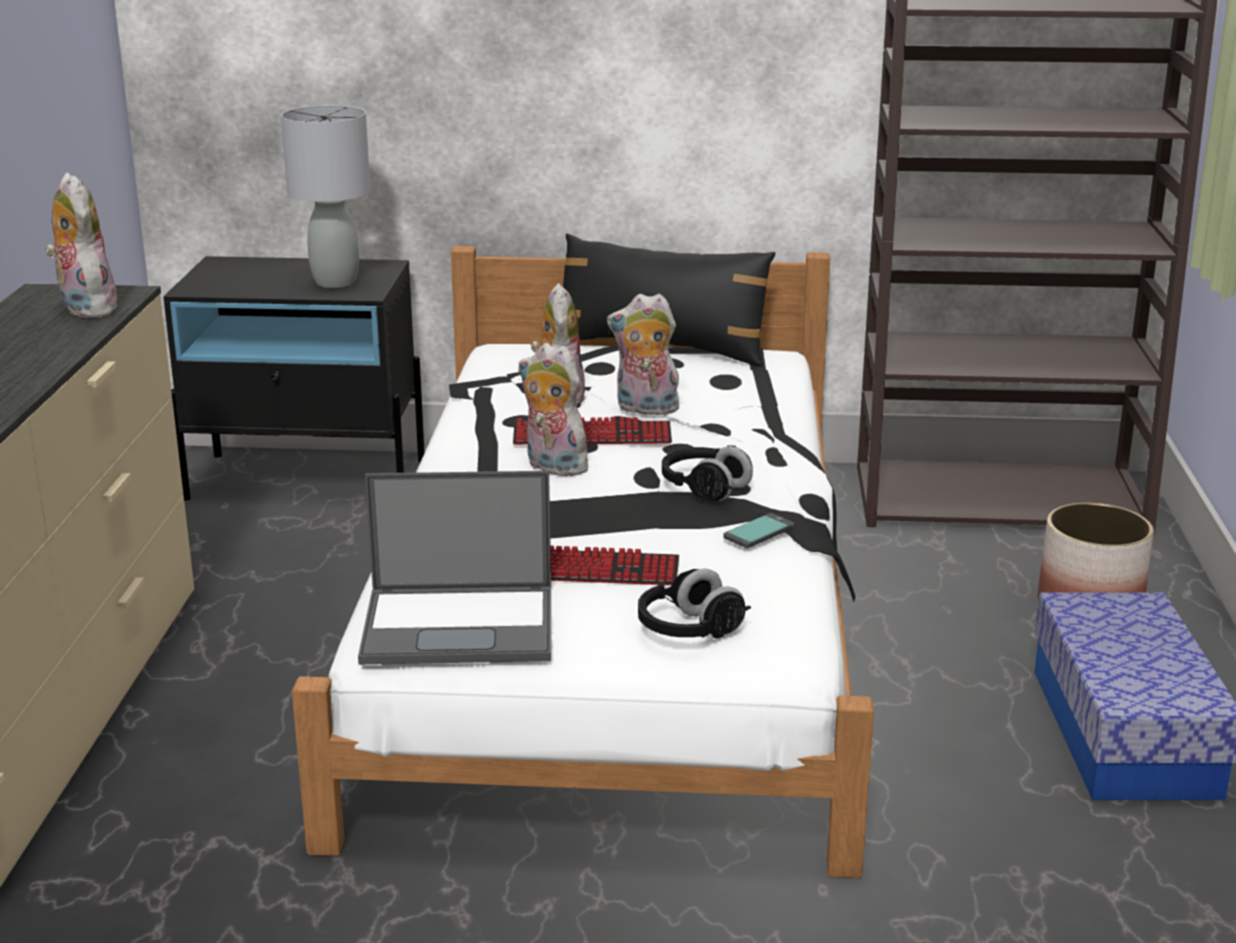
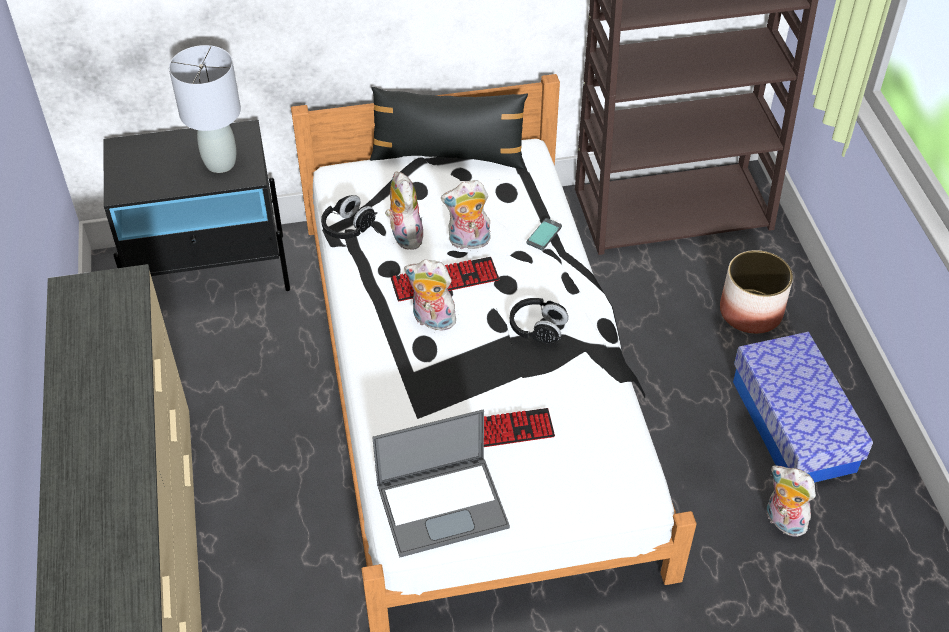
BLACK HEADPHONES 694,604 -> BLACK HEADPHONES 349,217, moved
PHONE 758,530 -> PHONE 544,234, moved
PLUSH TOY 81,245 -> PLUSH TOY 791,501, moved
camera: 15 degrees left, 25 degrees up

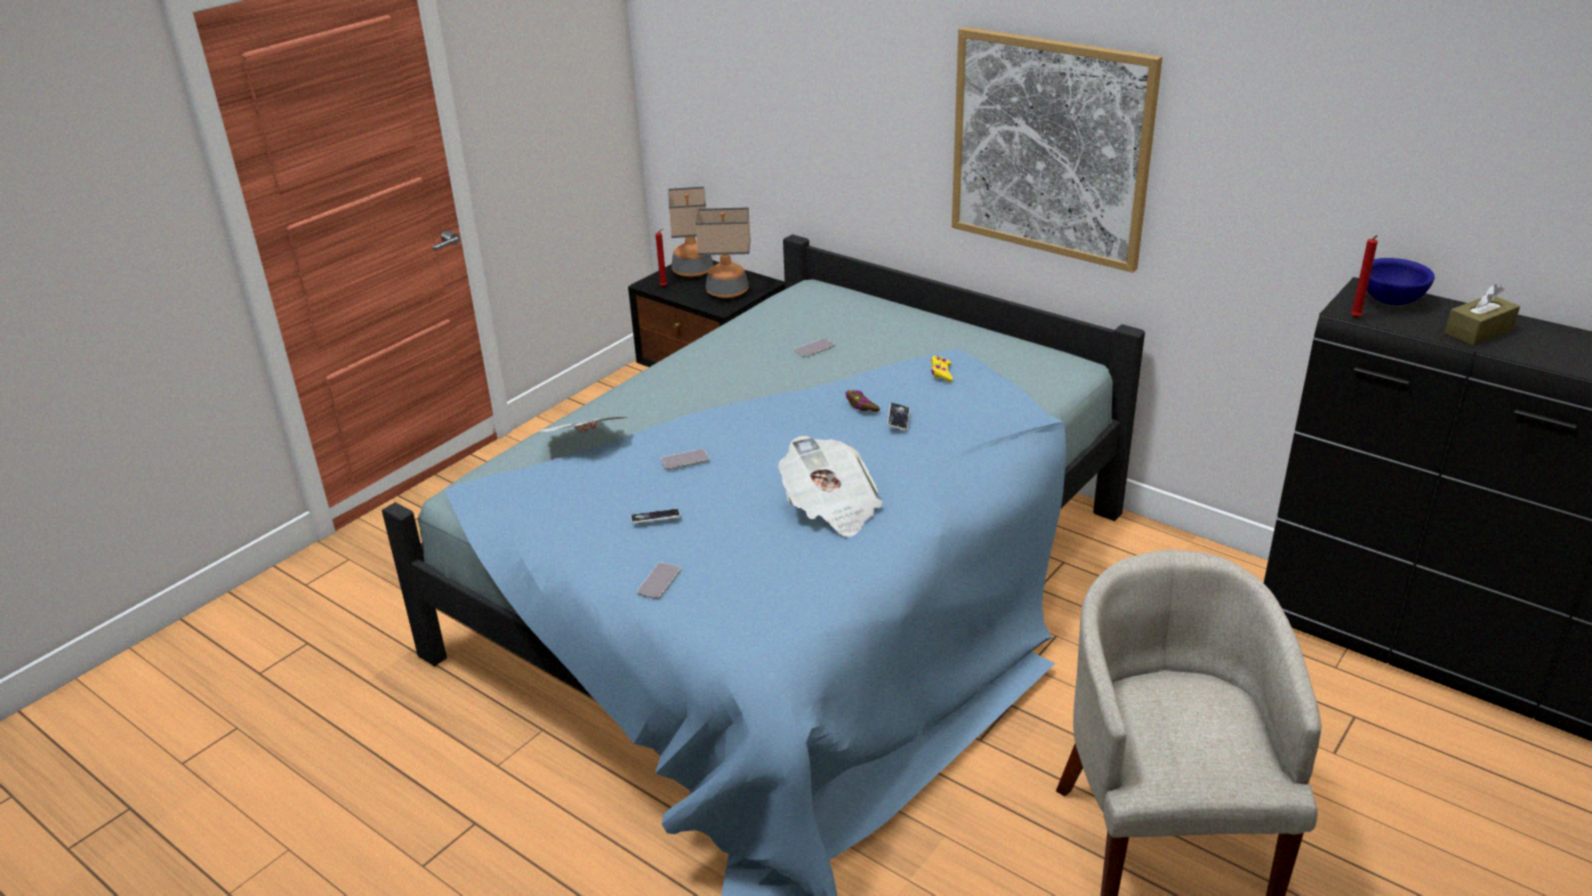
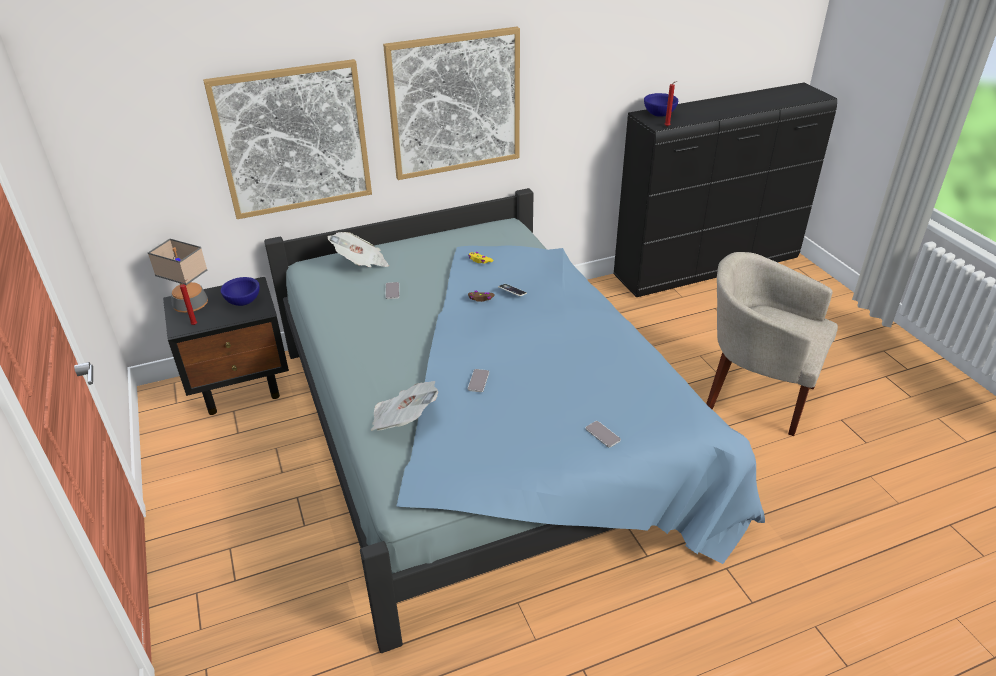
none -> PICTURE 287,139
TABLE LAMP 723,252 -> BLUE BOWL 240,291
NEWSPAPER 830,486 -> NEWSPAPER 358,249, moved
PHONE 655,516 -> none
BROWN TISSUE BOX 1482,315 -> none
camera: 60 degrees left, 5 degrees up

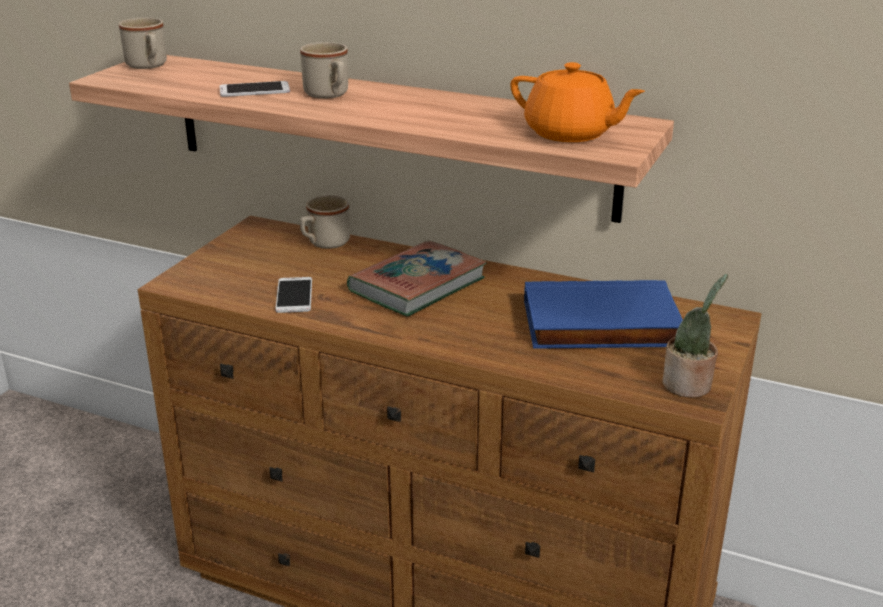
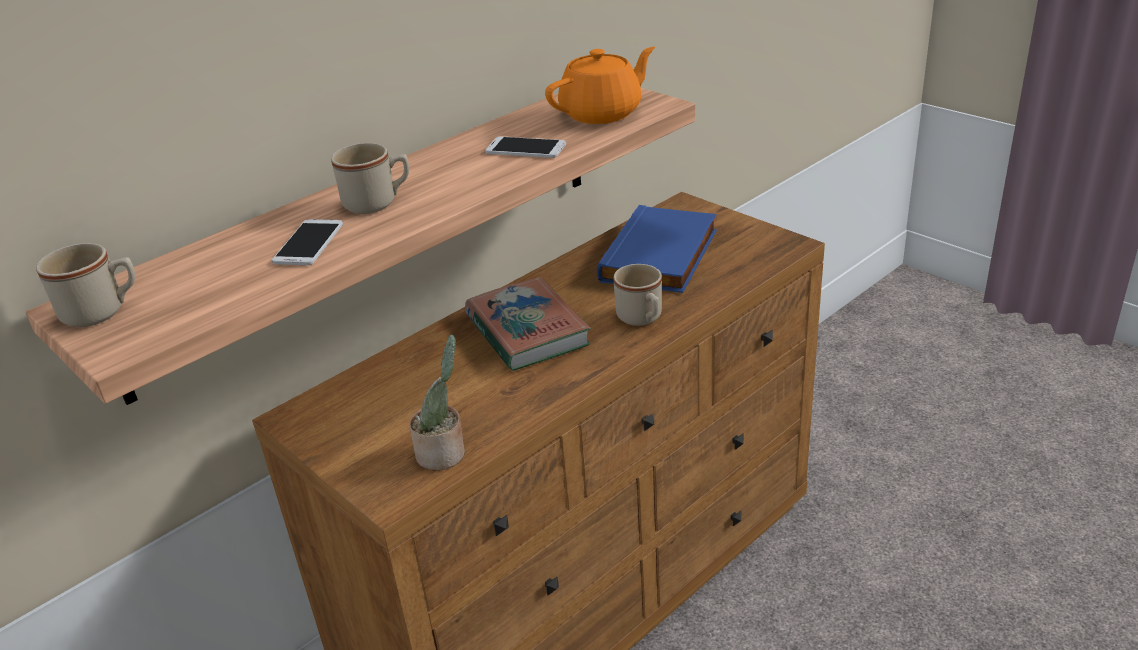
POTTED PLANT 695,335 -> POTTED PLANT 437,402, moved
PHONE 293,295 -> PHONE 525,147, moved
BEIGE MUG 325,222 -> BEIGE MUG 638,295, moved
camera: 65 degrees left, 5 degrees up

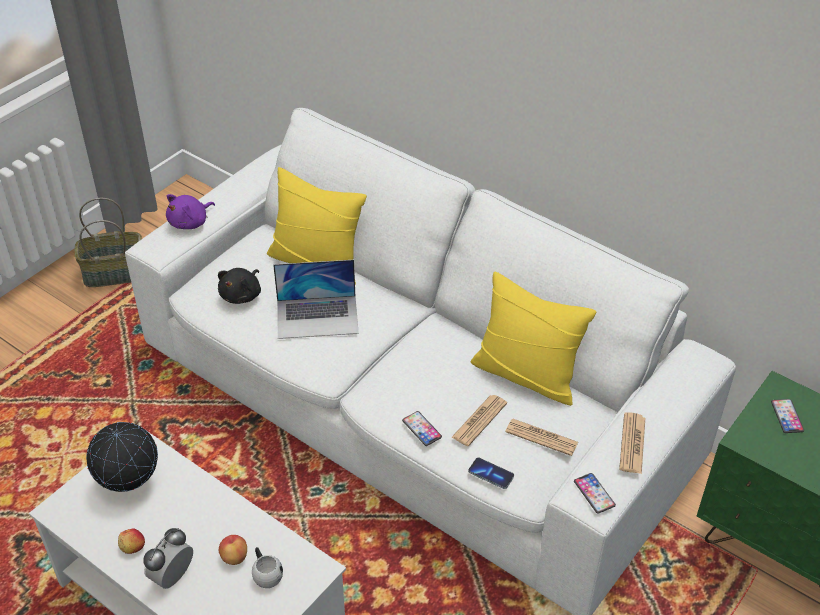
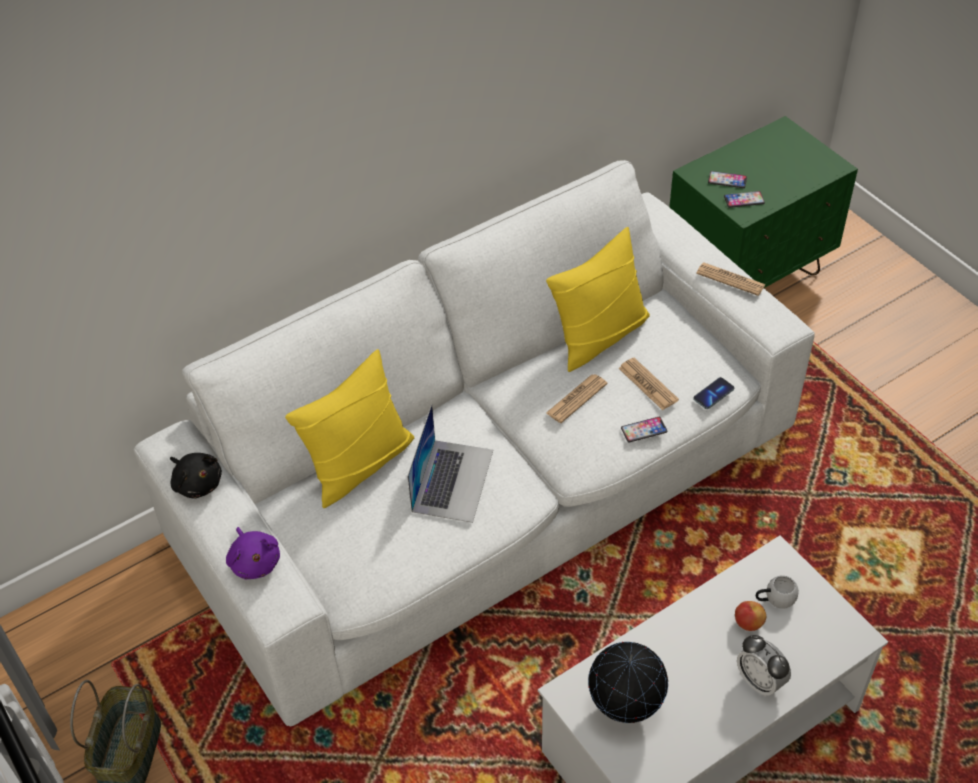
BLACK PLUSH TOY 239,286 -> BLACK PLUSH TOY 196,476, moved
NEWSPAPER 541,437 -> NEWSPAPER 576,398, moved
PHONE 595,493 -> PHONE 744,199, moved
APPLE 131,541 -> none
camera: 70 degrees left, 5 degrees up

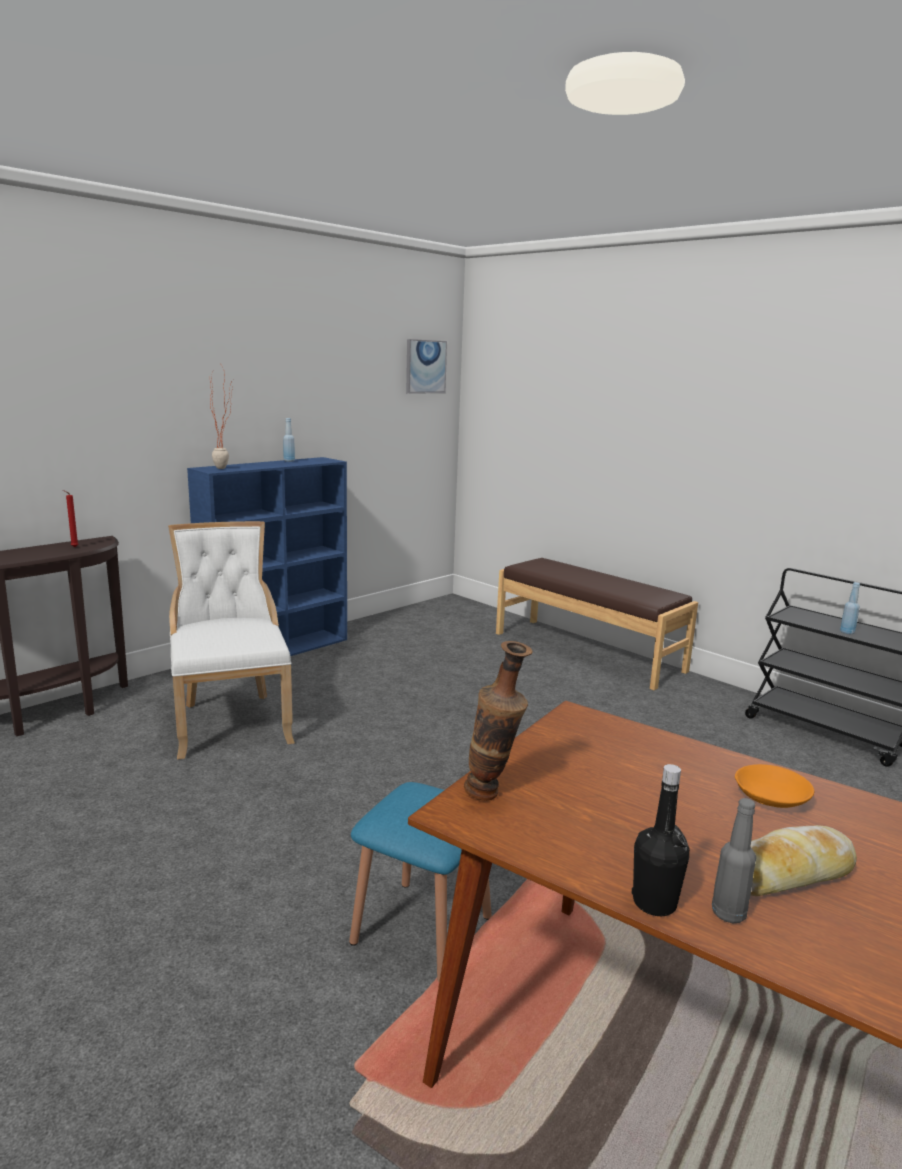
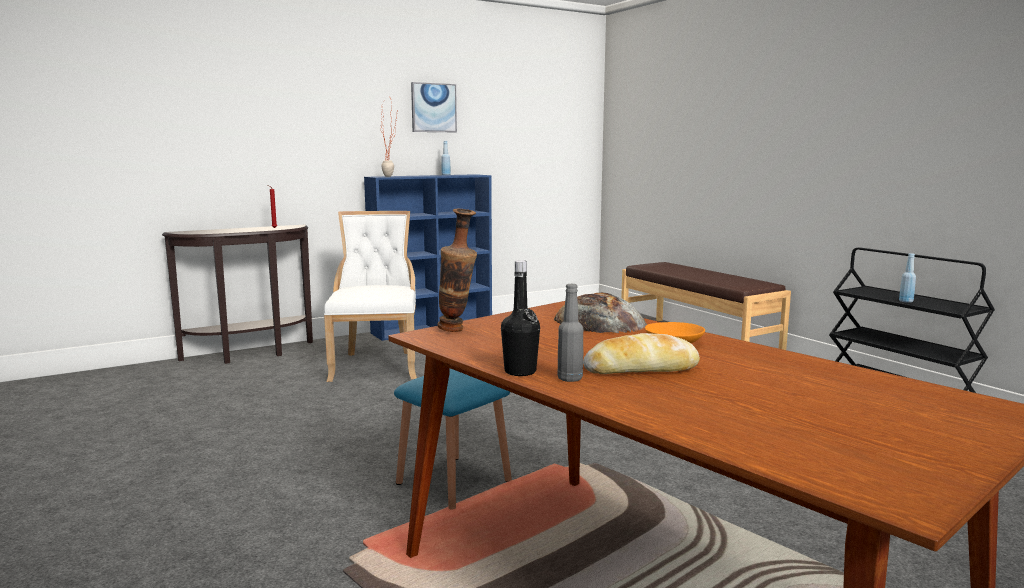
PICTURE 426,366 -> PICTURE 434,107, moved
none -> BREAD 600,312
camera: 15 degrees right, 5 degrees down

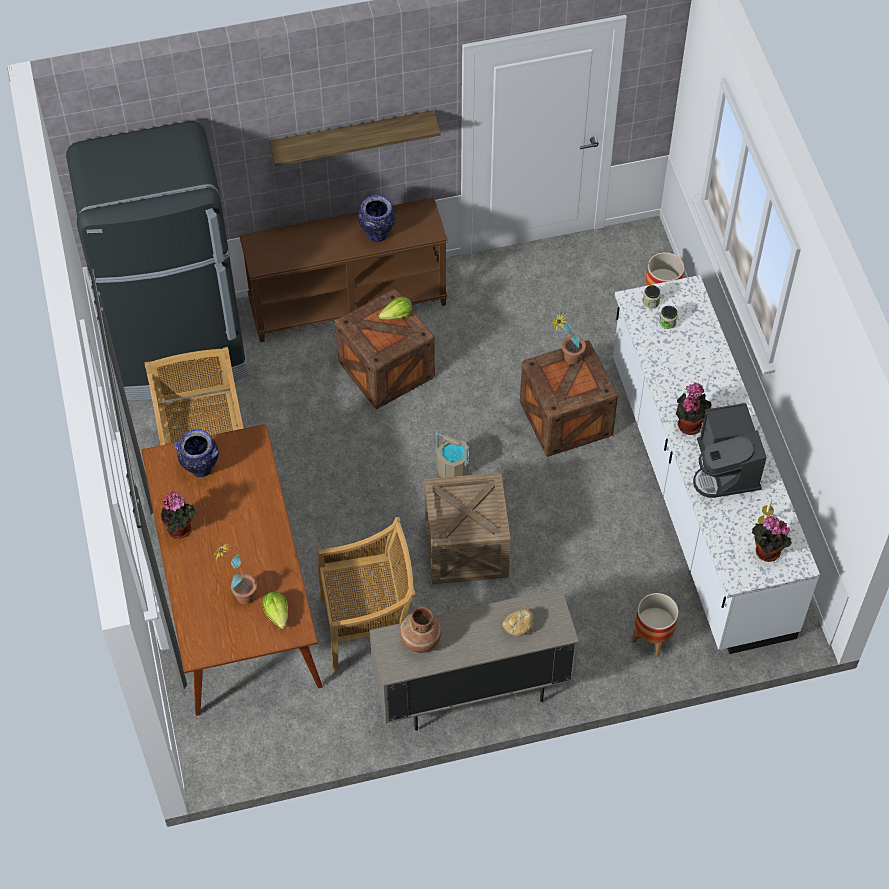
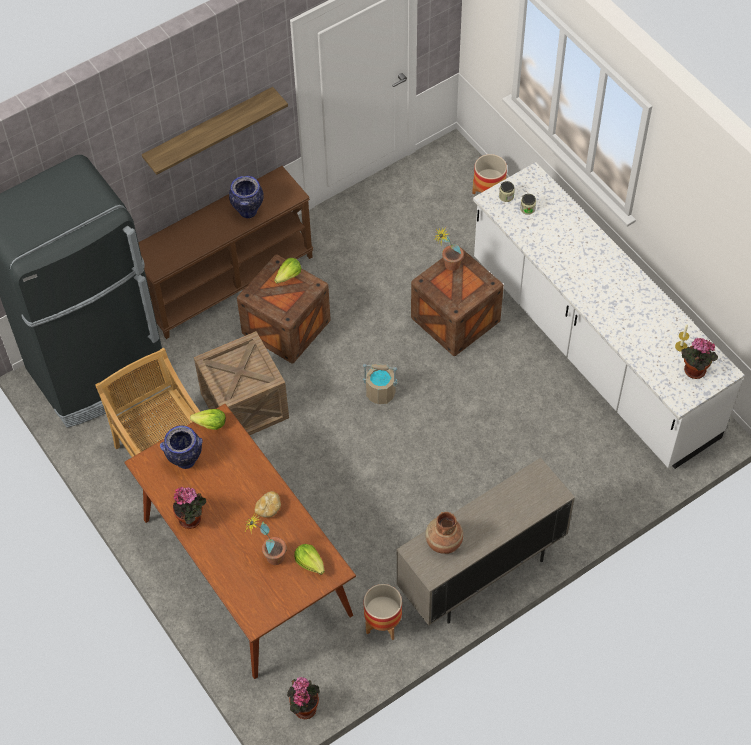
none -> LETTUCE 208,419
CRATE 467,528 -> CRATE 241,383, moved
BREAD 518,622 -> BREAD 268,504, moved
POTTED PLANT 693,408 -> POTTED PLANT 303,698, moved
PLANTER 655,625 -> PLANTER 383,612, moved
BEIGE CHAIR 366,593 -> none
COFFEE MACHINE 729,450 -> none
camera: 20 degrees left, 0 degrees up

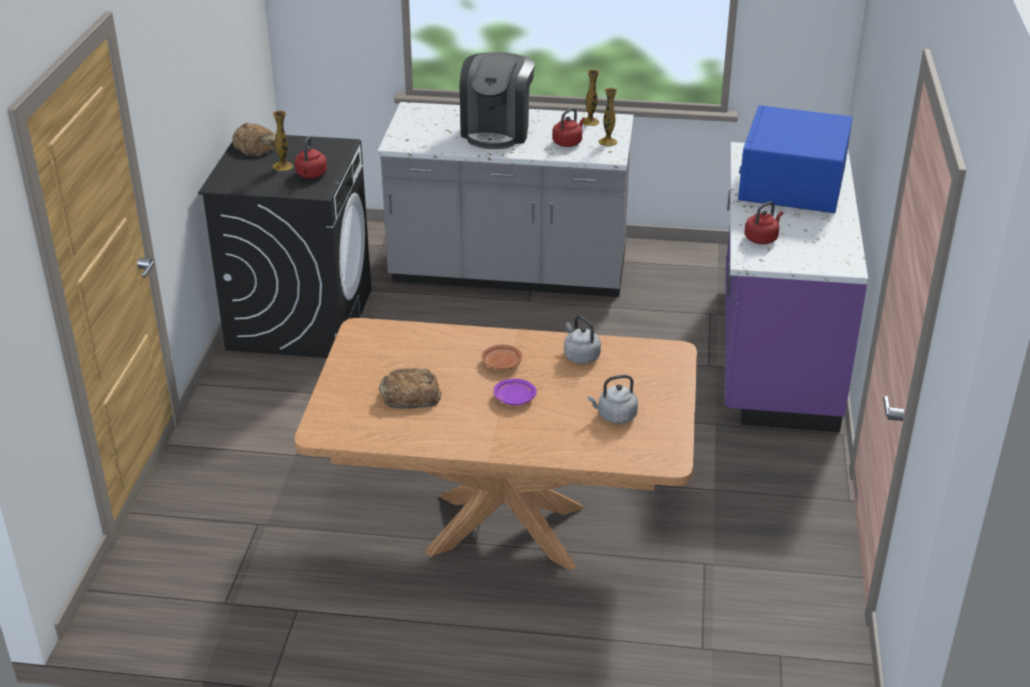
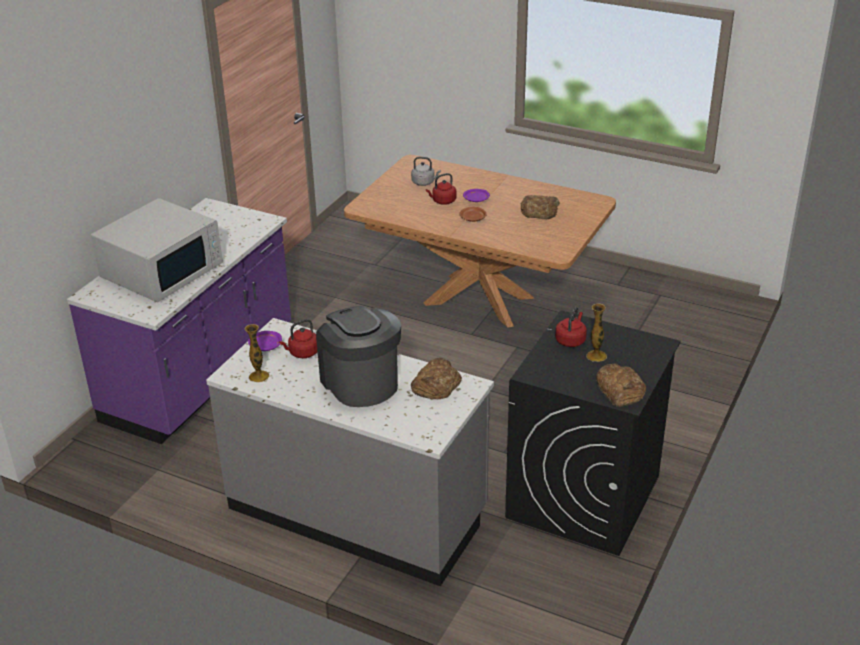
BLUE MICROWAVE 795,159 -> WHITE MICROWAVE 157,250
VASE 608,117 -> PURPLE PLATE 265,341
COFFEE MACHINE 497,100 -> COFFEE MACHINE 358,356, 60 degrees counterclockwise
none -> BREAD 436,378
RED KETTLE 763,222 -> RED KETTLE 441,189, moved
GREY KETTLE 582,340 -> none
camera: 160 degrees left, 0 degrees up

